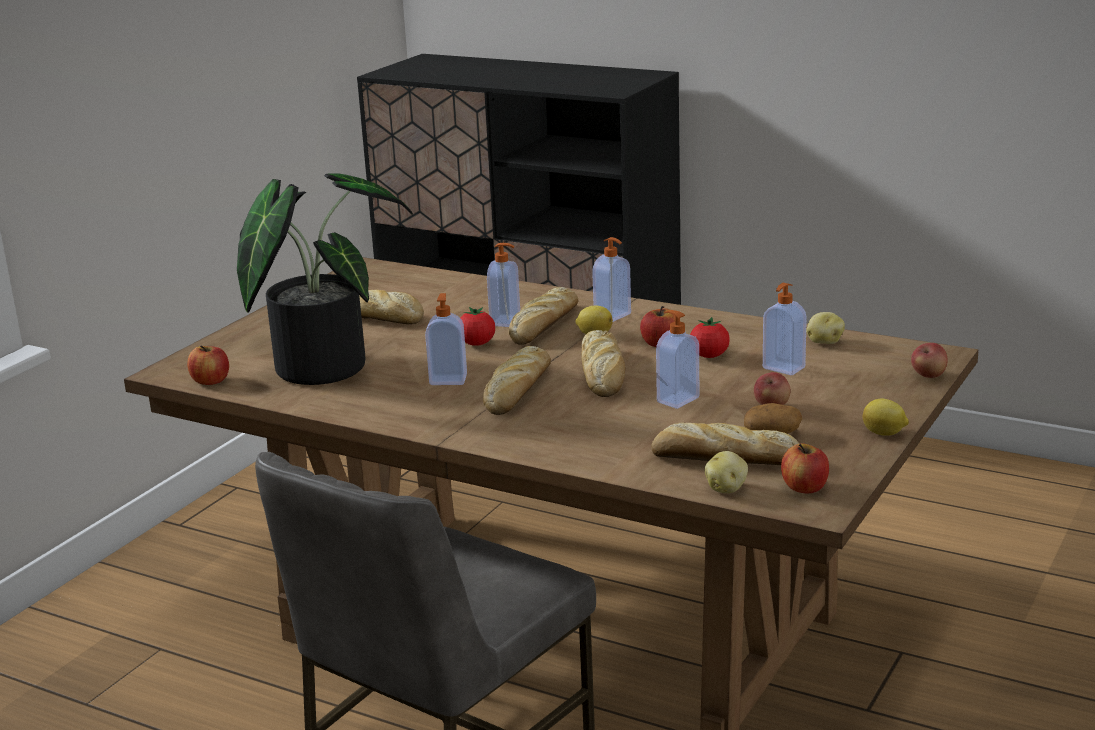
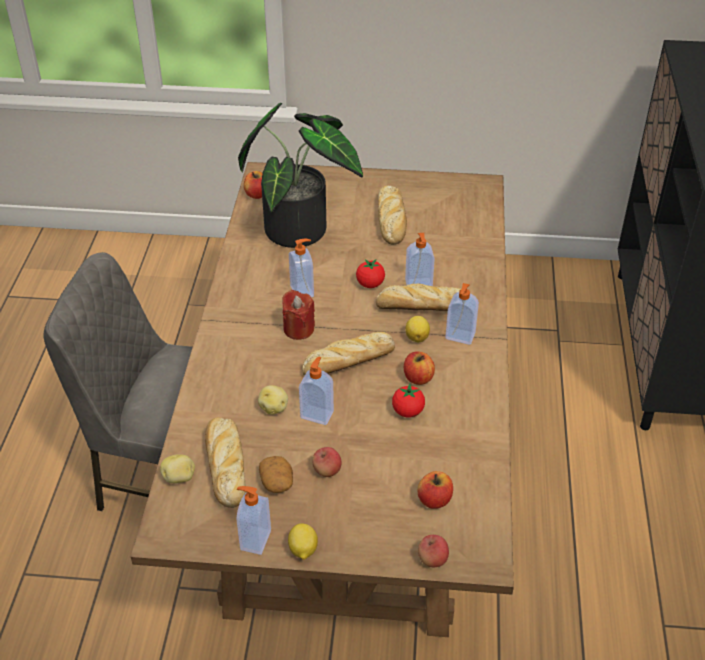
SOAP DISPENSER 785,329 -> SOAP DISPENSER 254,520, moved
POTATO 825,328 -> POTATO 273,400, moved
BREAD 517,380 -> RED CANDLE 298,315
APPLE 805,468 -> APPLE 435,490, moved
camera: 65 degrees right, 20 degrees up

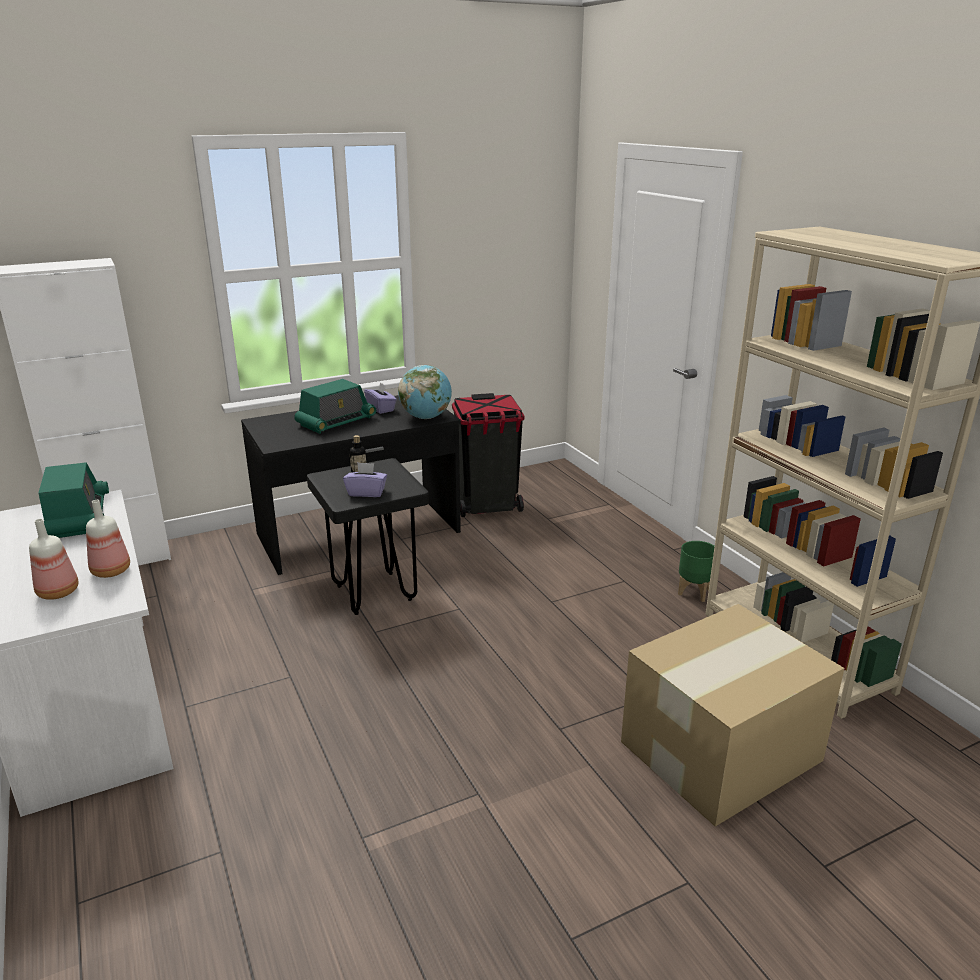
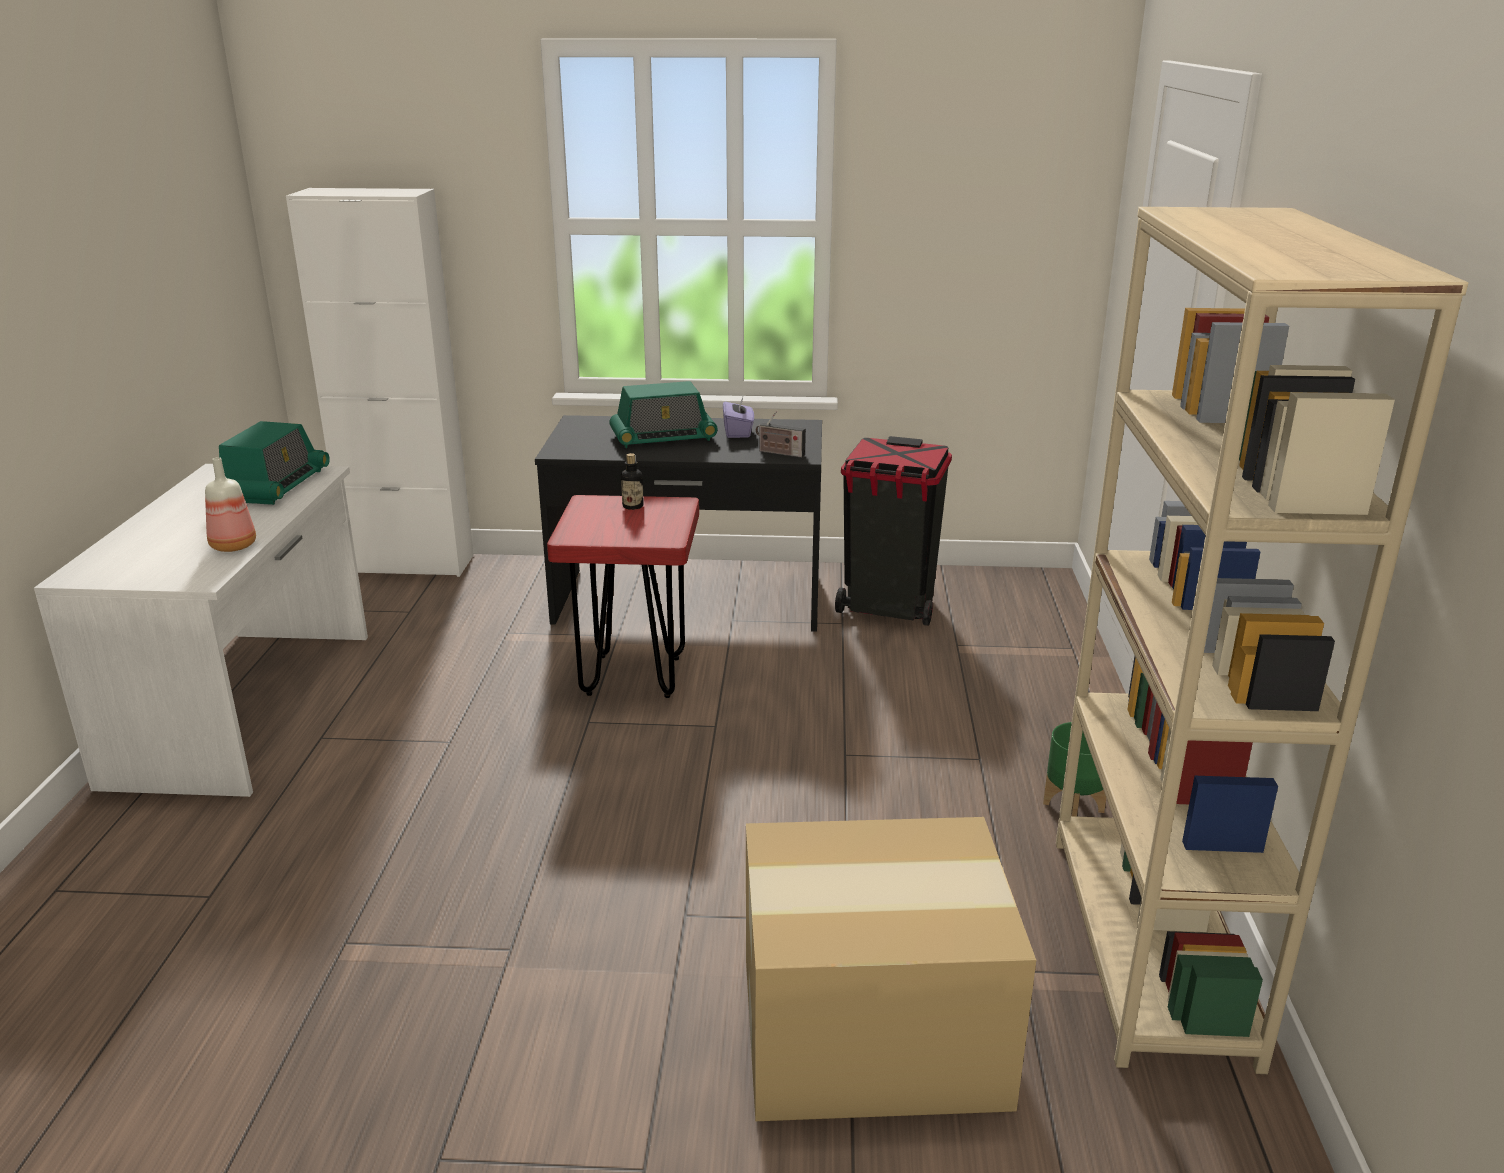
BLACK STOOL 368,536 -> RED STOOL 623,596
GLOBE 425,392 -> RADIO 781,434
BOTTLE 54,559 -> none
PURPLE TISSUE BOX 365,479 -> none
camera: 30 degrees right, 0 degrees up

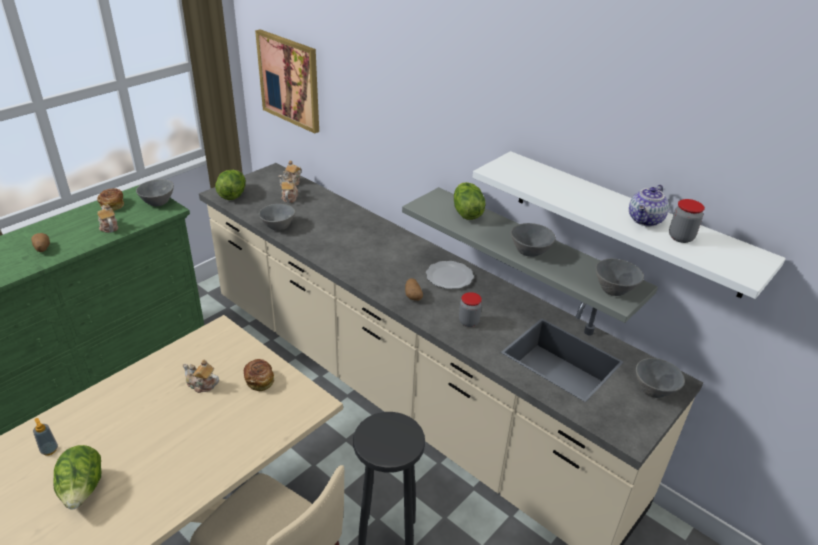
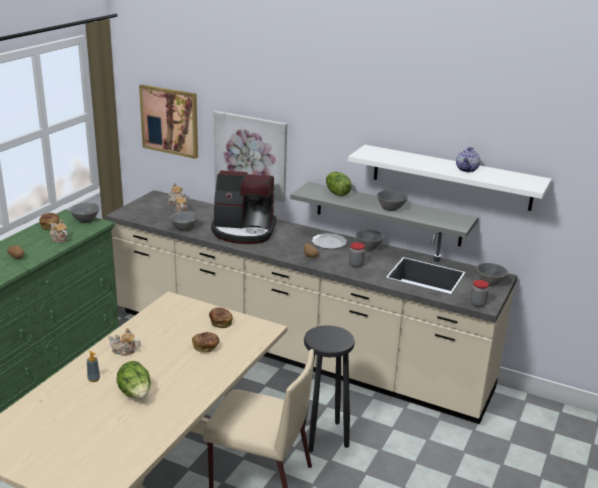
TEAPOT 200,376 -> TEAPOT 124,342, moved
none -> BREAD 206,342
none -> COFFEE MACHINE 243,207
none -> PICTURE 250,156
GREY BOWL 619,277 -> GREY BOWL 370,240, moved
JAR 687,221 -> JAR 479,293, moved
LETTUCE 230,185 -> none
camera: 15 degrees left, 10 degrees down

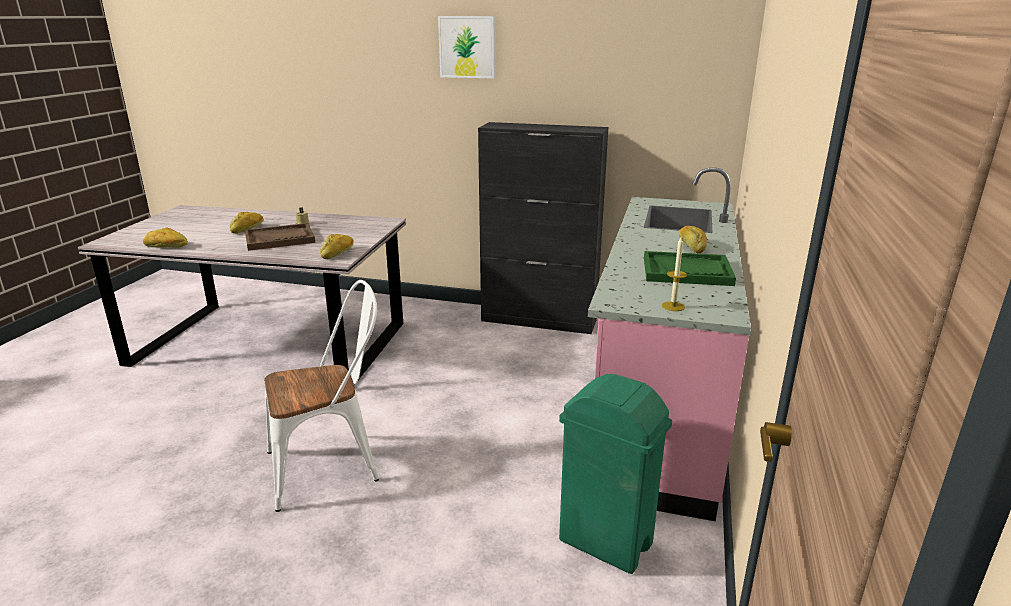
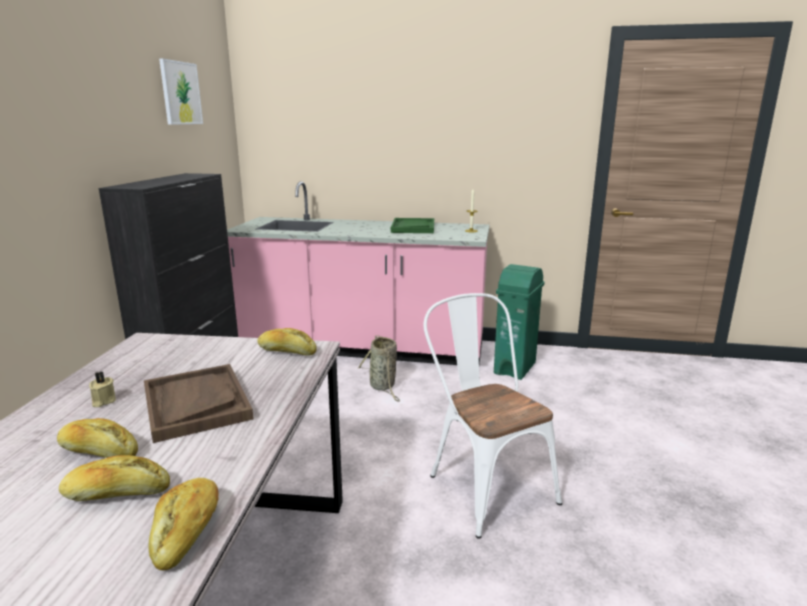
BREAD 693,240 -> BREAD 114,478, moved
PICTURE 466,47 -> PICTURE 181,91, moved
none -> BASKET 378,368
camera: 95 degrees left, 5 degrees down

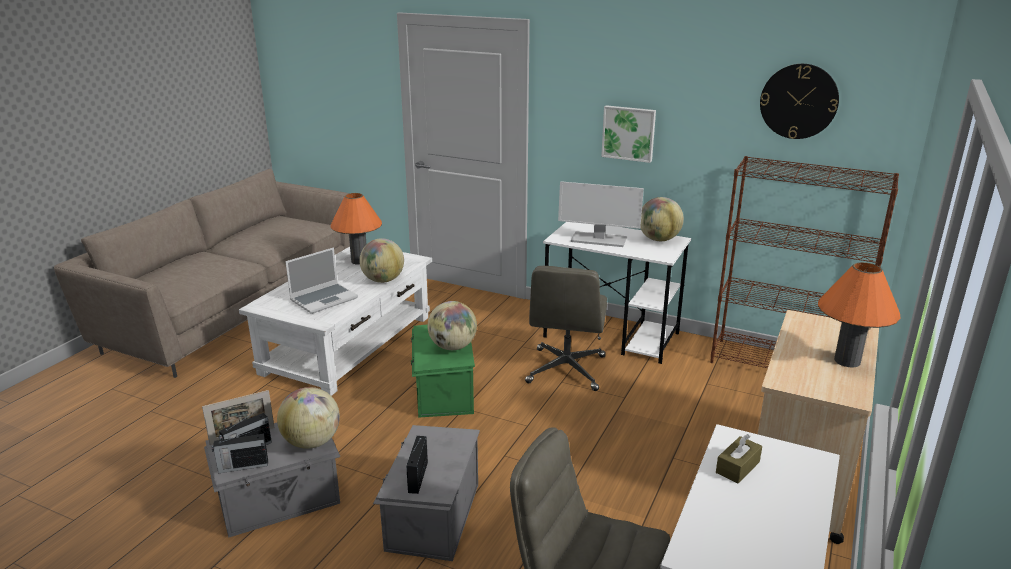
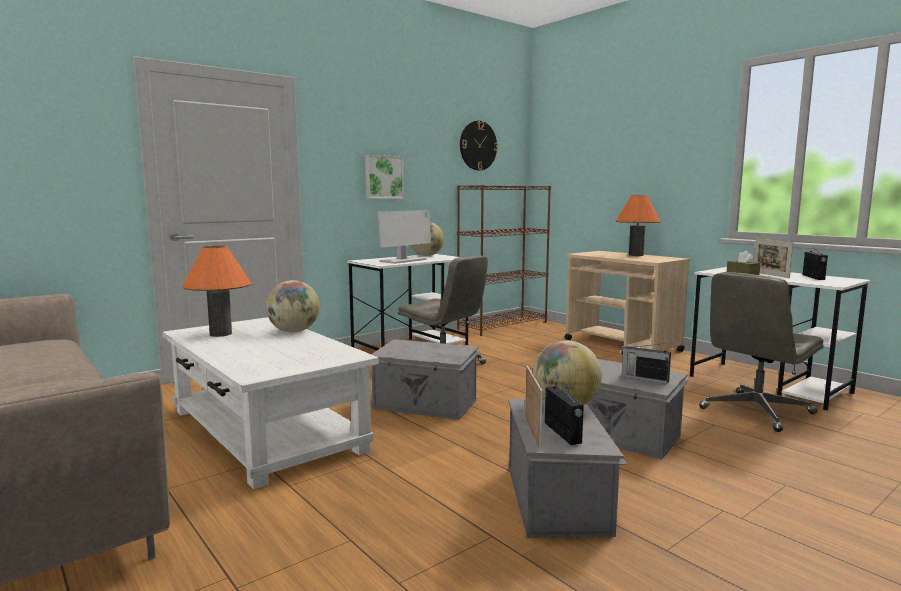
GREEN STORAGE BOX 443,371 -> GREY STORAGE BOX 425,379
none -> PICTURE FRAME 773,258
RADIO 240,451 -> RADIO 815,264, moved
LAPTOP 321,280 -> none
GLOBE 452,325 -> none
camera: 65 degrees left, 15 degrees down

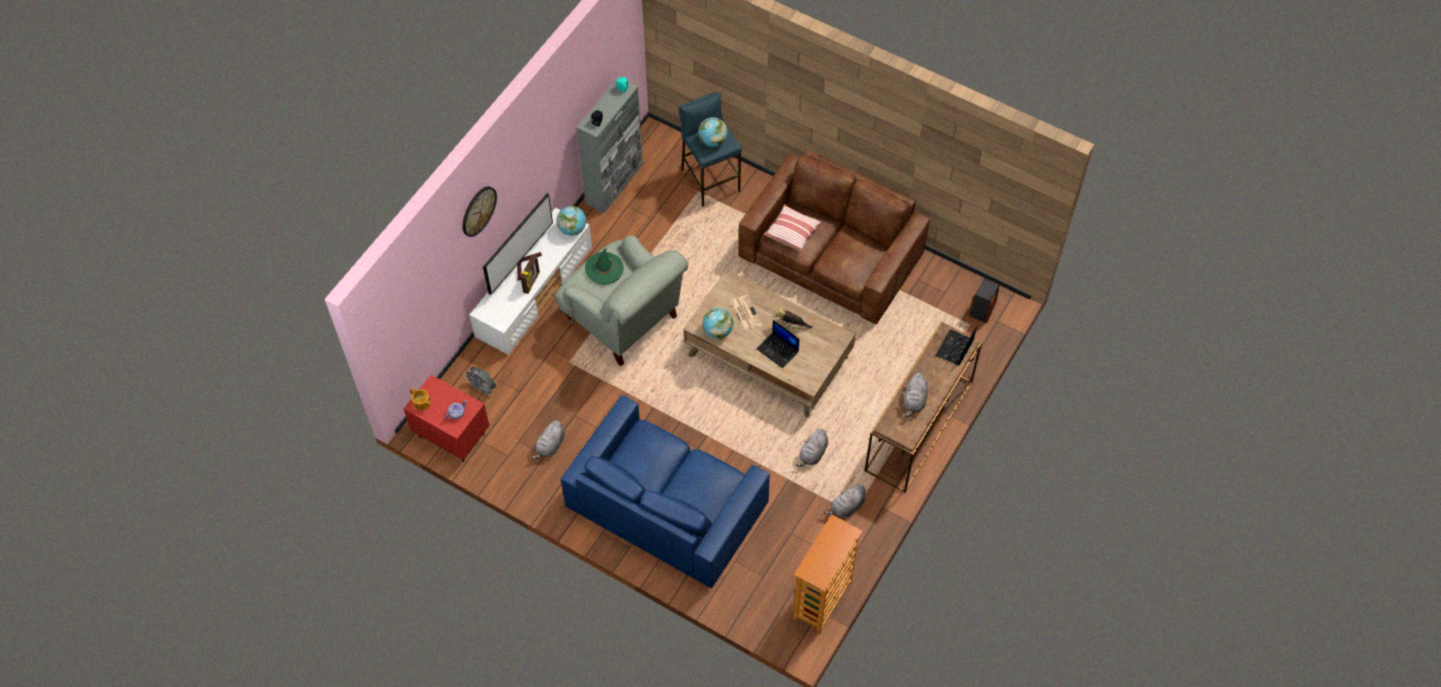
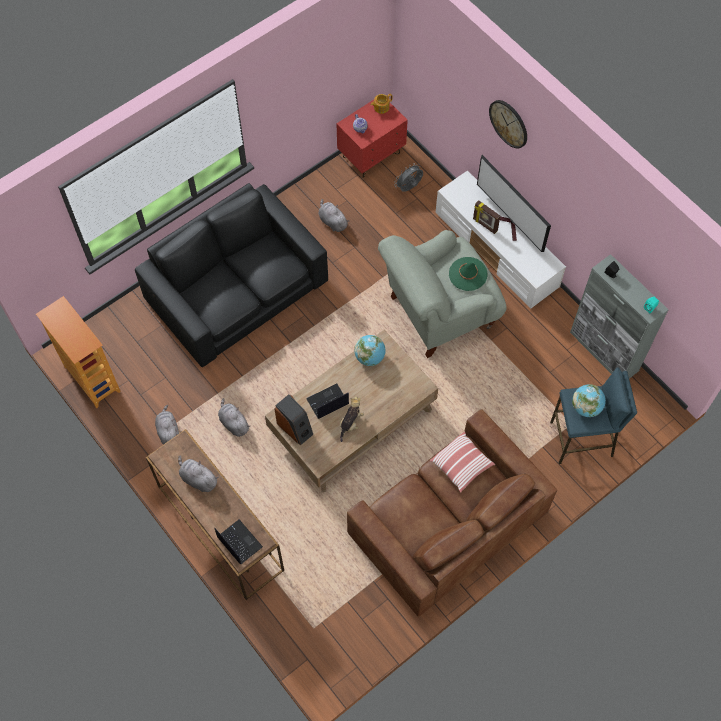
BLUE SOFA 665,491 -> BLACK SOFA 231,275
SPEAKER 984,300 -> SPEAKER 294,419, moved
GLOBE 571,221 -> none
NEWSPAPER 746,313 -> none
camera: 110 degrees right, 5 degrees up

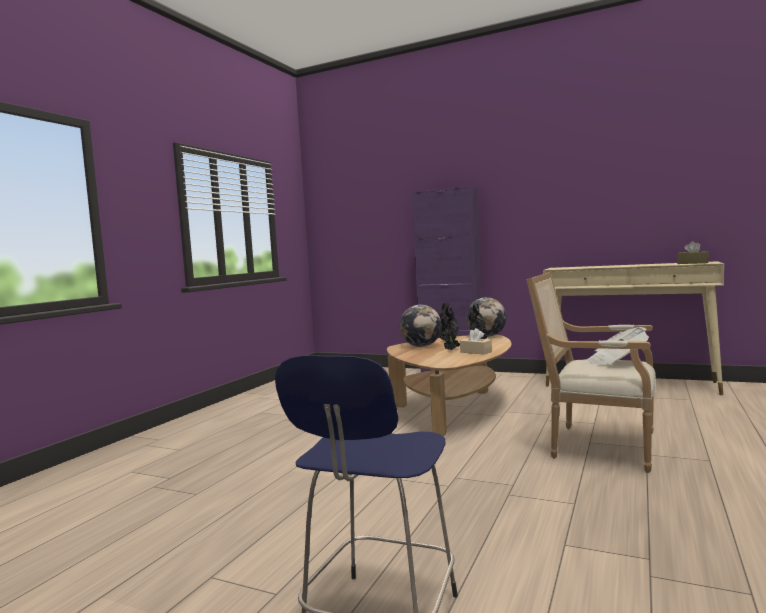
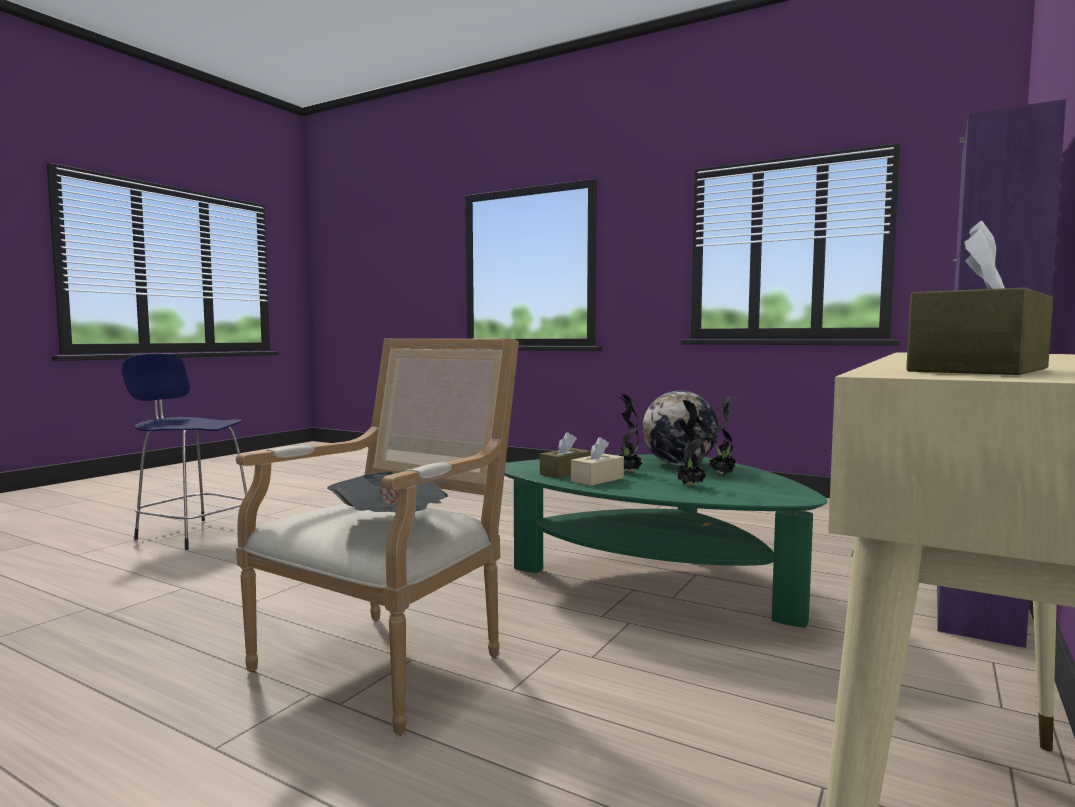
BROWN COFFEE TABLE 449,385 -> GREEN COFFEE TABLE 665,541
none -> BROWN TISSUE BOX 565,455
GLOBE 486,317 -> none
camera: 95 degrees right, 0 degrees up

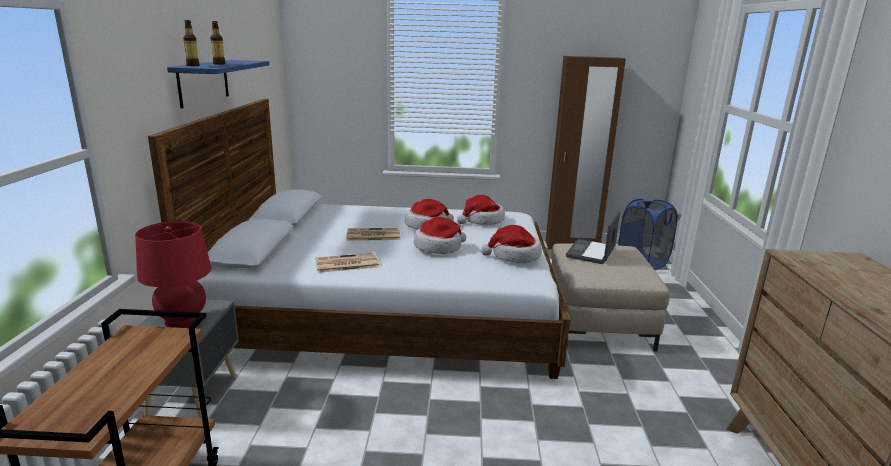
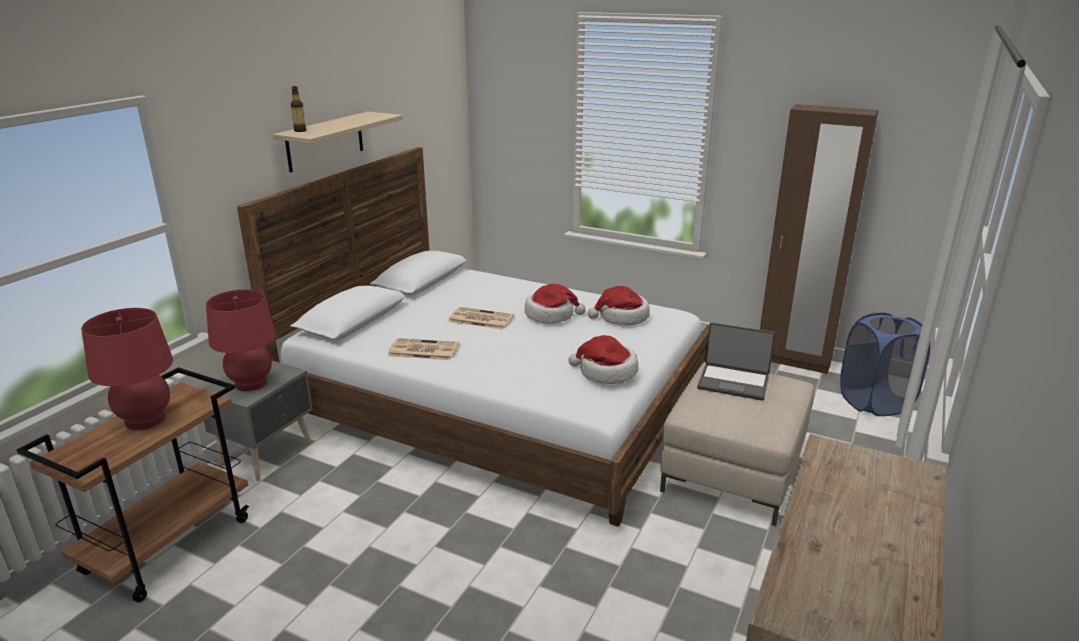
none -> RED TABLE LAMP 127,369
BLUE SHELF 218,84 -> BEIGE SHELF 337,142
LAPTOP 593,237 -> LAPTOP 736,361, 120 degrees counterclockwise
BOTTLE 218,43 -> none
HAT 440,235 -> none
camera: 25 degrees right, 5 degrees up

